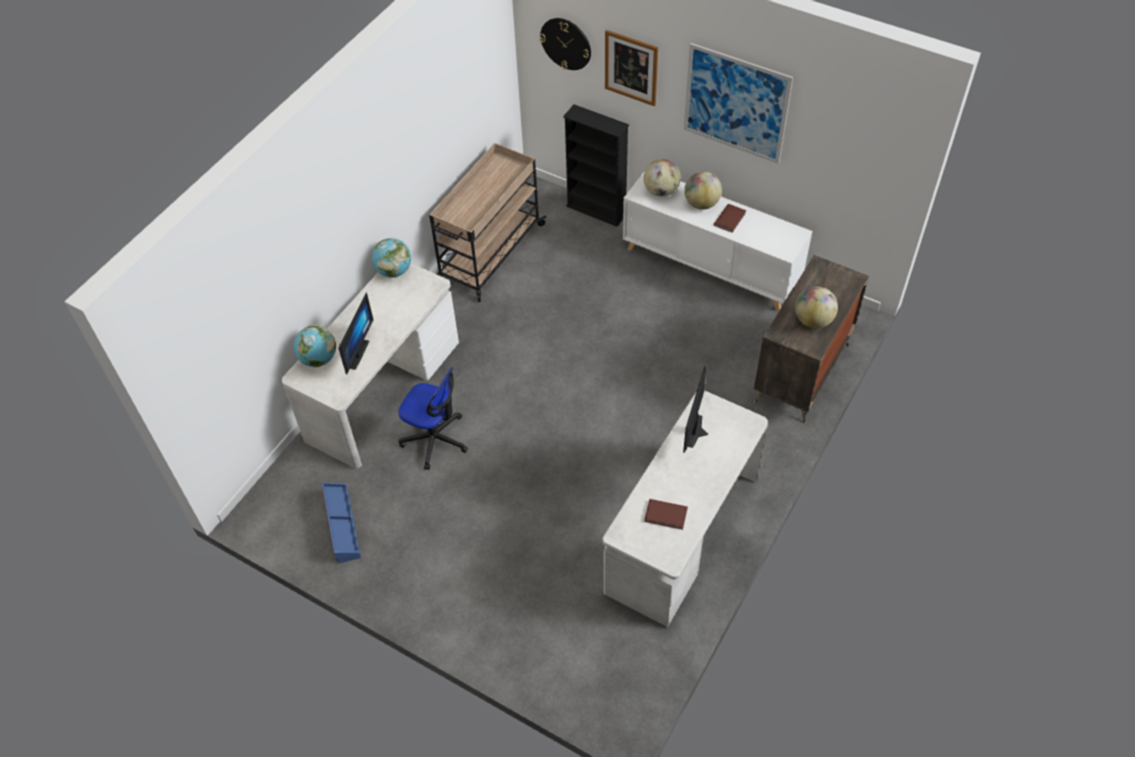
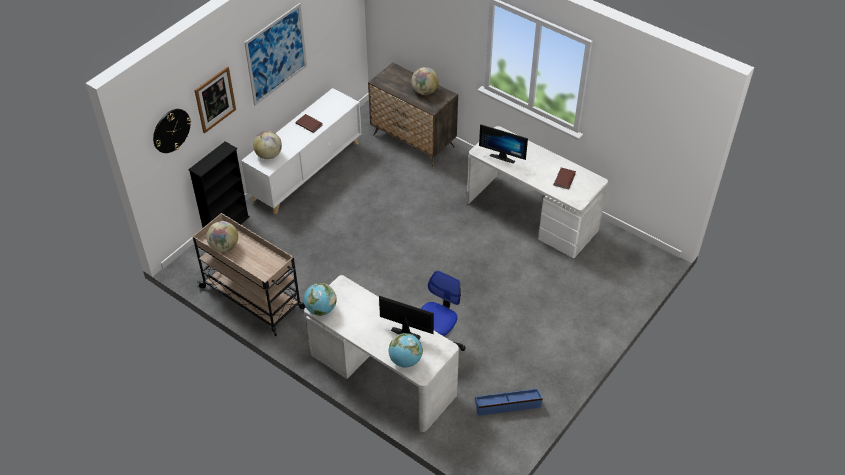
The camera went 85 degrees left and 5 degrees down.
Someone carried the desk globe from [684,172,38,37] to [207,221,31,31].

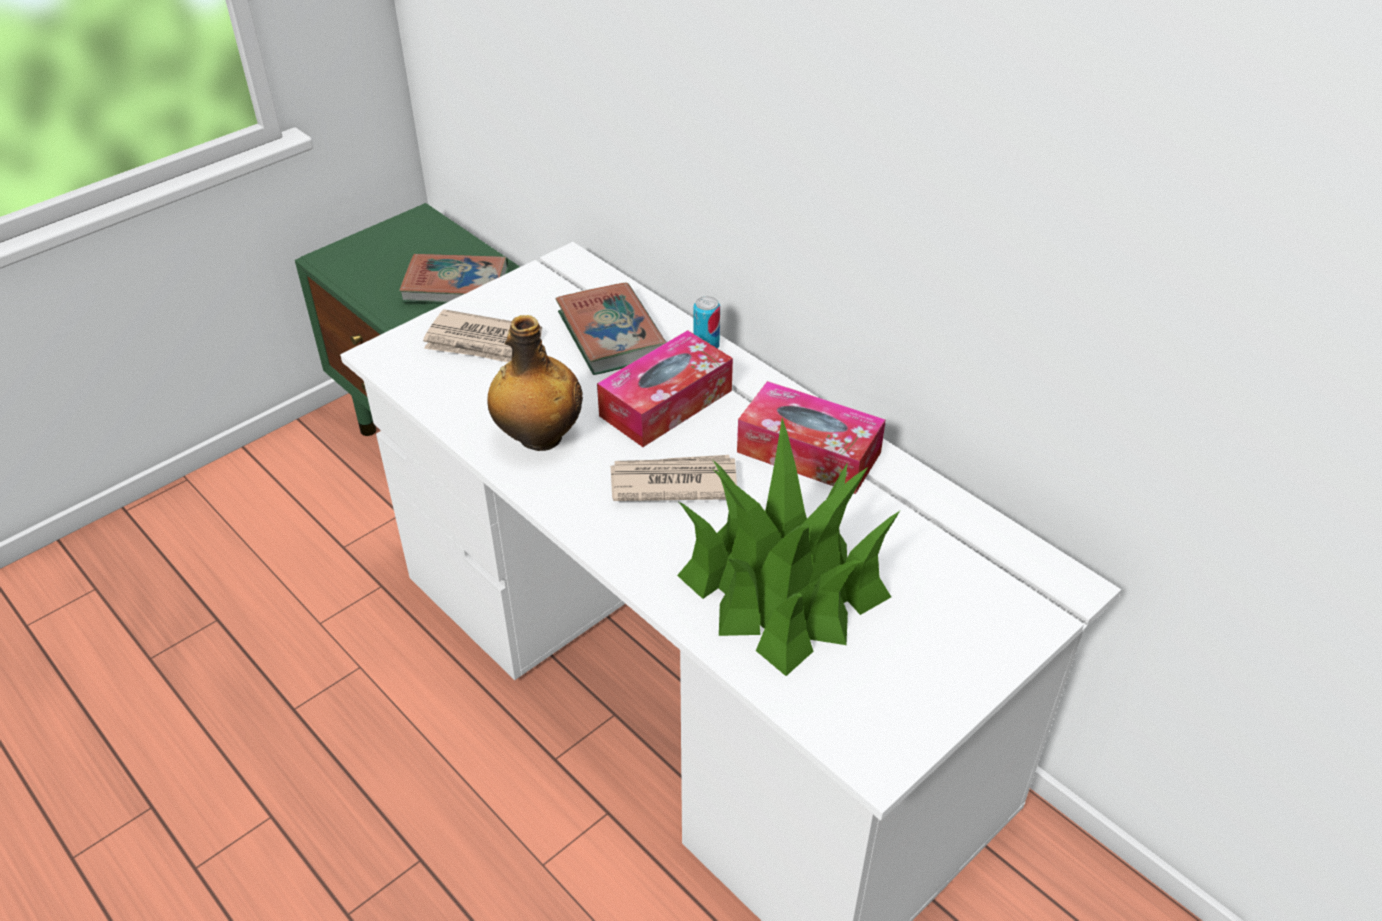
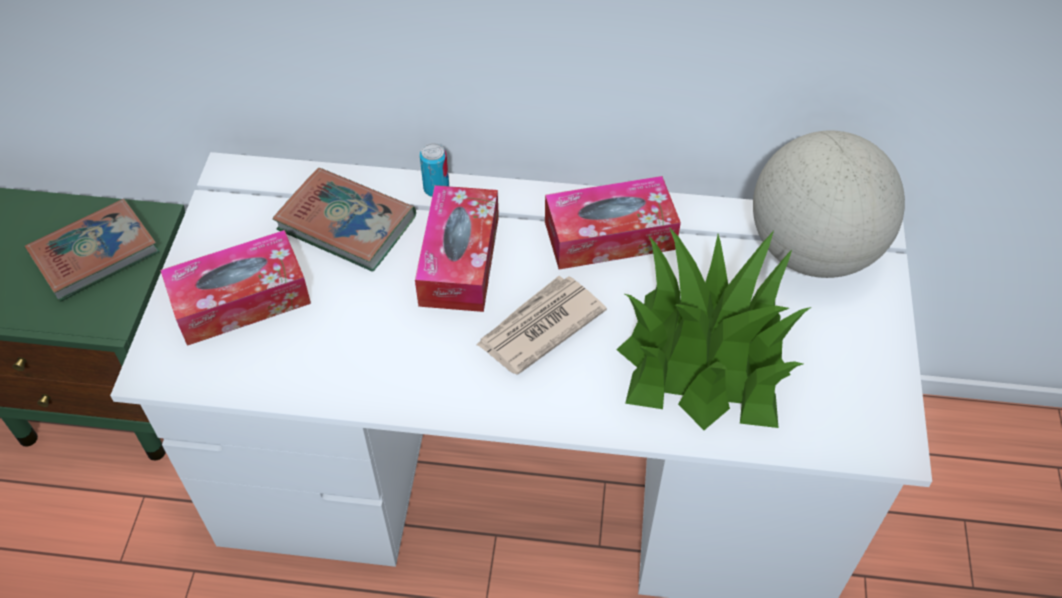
The camera went 40 degrees left and 10 degrees up.
Someone took away the bottle at [487,315,96,136].
Someone put down the desk globe at [753,130,152,148].
Someone swapped the newspaper at [423,309,119,53] for the box of tissues at [160,230,151,116].

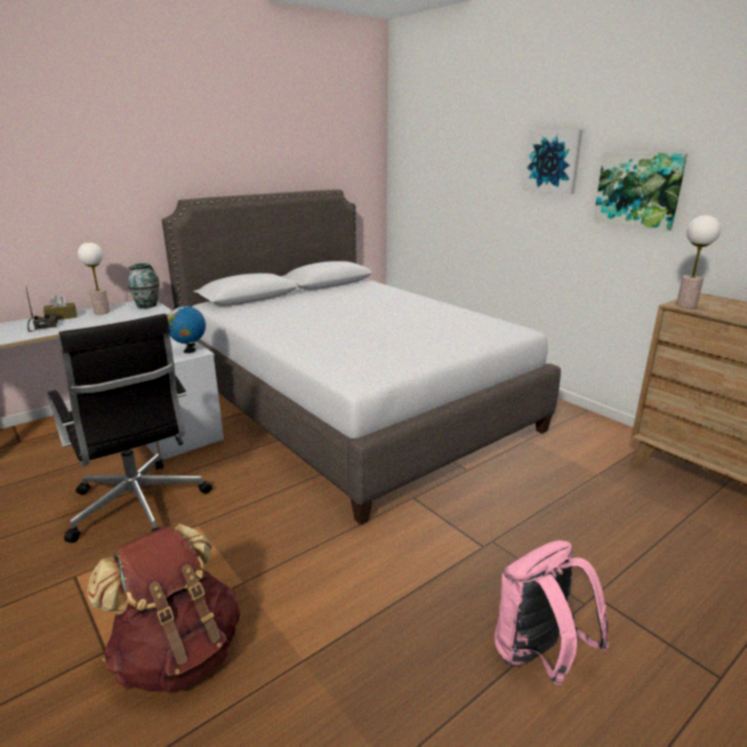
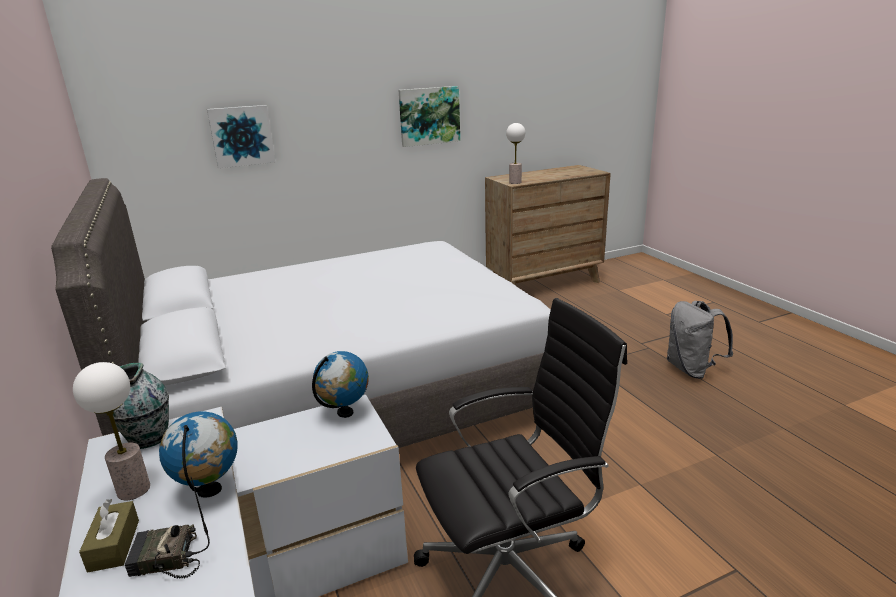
The camera went 75 degrees left and 0 degrees up.
Someone took away the brownish knapsack at [87,524,153,170].
Someone put down the desk globe at [159,411,79,87].
Someone carried the wall art from [523,130,60,64] to [207,105,68,63].
Someone repainted the pink knapsack at [495,540,114,145], which became the gray knapsack at [667,301,66,78].

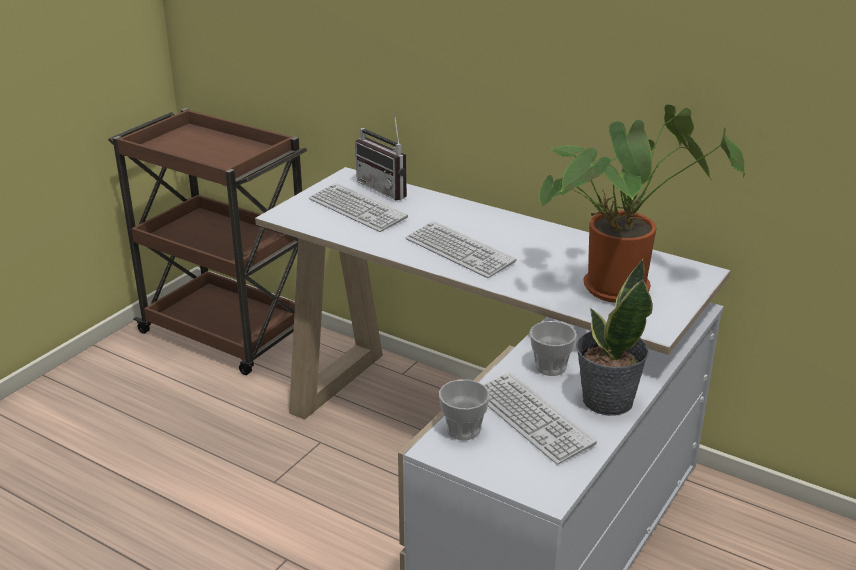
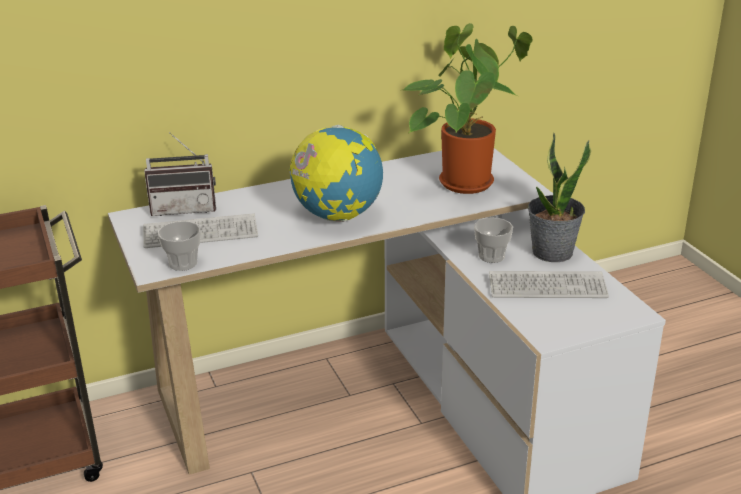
The camera went 55 degrees left and 0 degrees up.
Someone carried the small cup from [439,379,51,61] to [158,221,42,50].
Someone swapped the keyboard at [406,221,110,57] for the desk globe at [289,125,94,97].

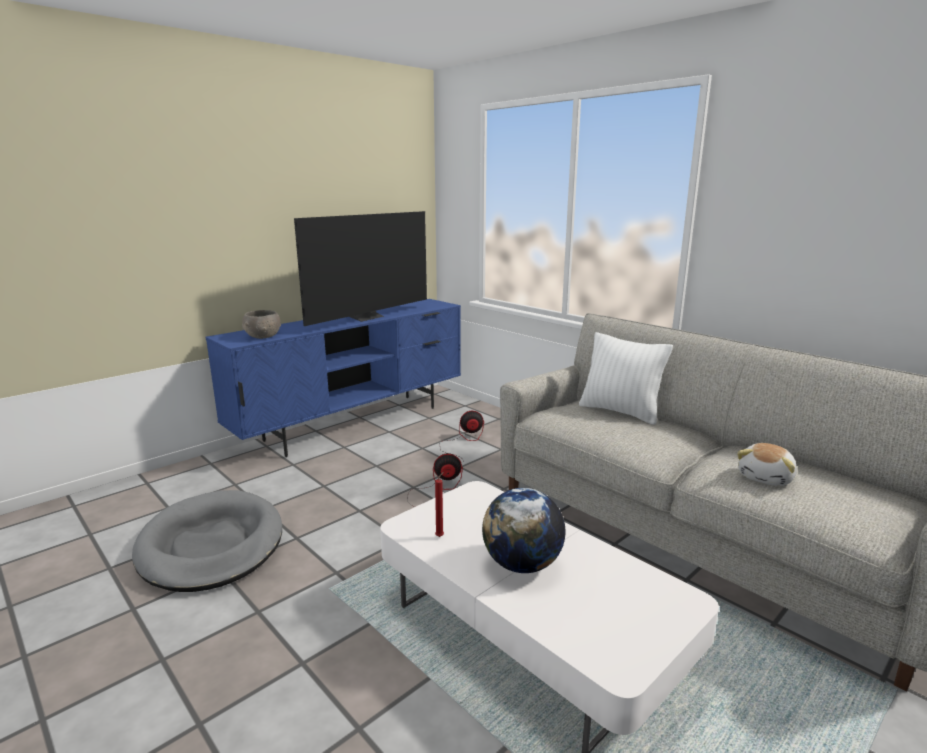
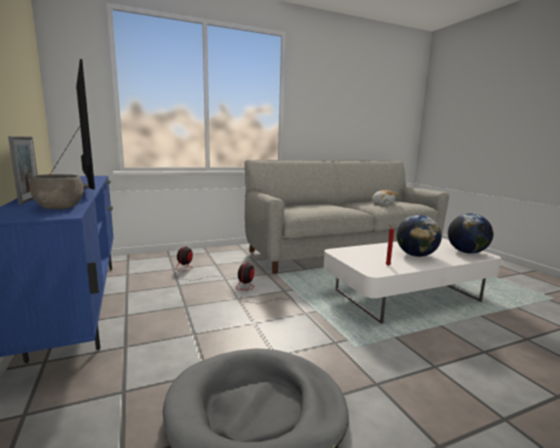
The camera went 70 degrees left and 5 degrees down.
Someone took away the white cushion at [579,332,94,93].
Someone put down the photo frame at [8,136,29,68].
Someone put down the desk globe at [448,213,45,40].

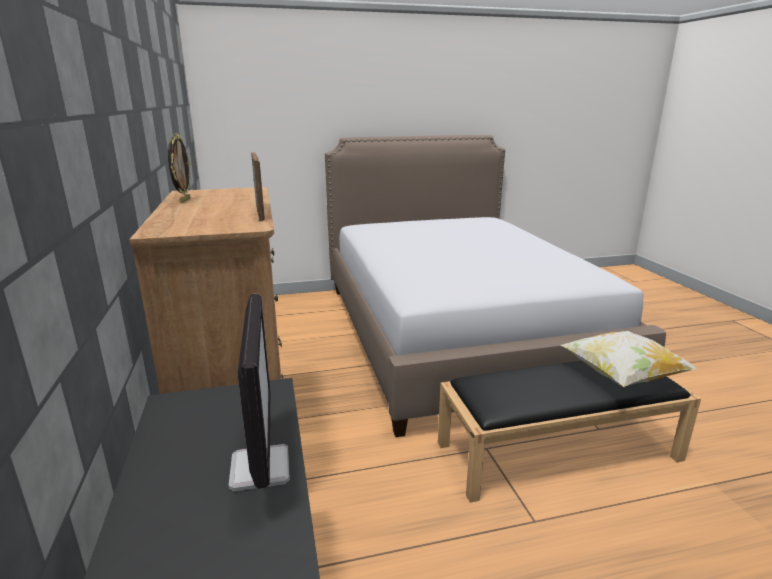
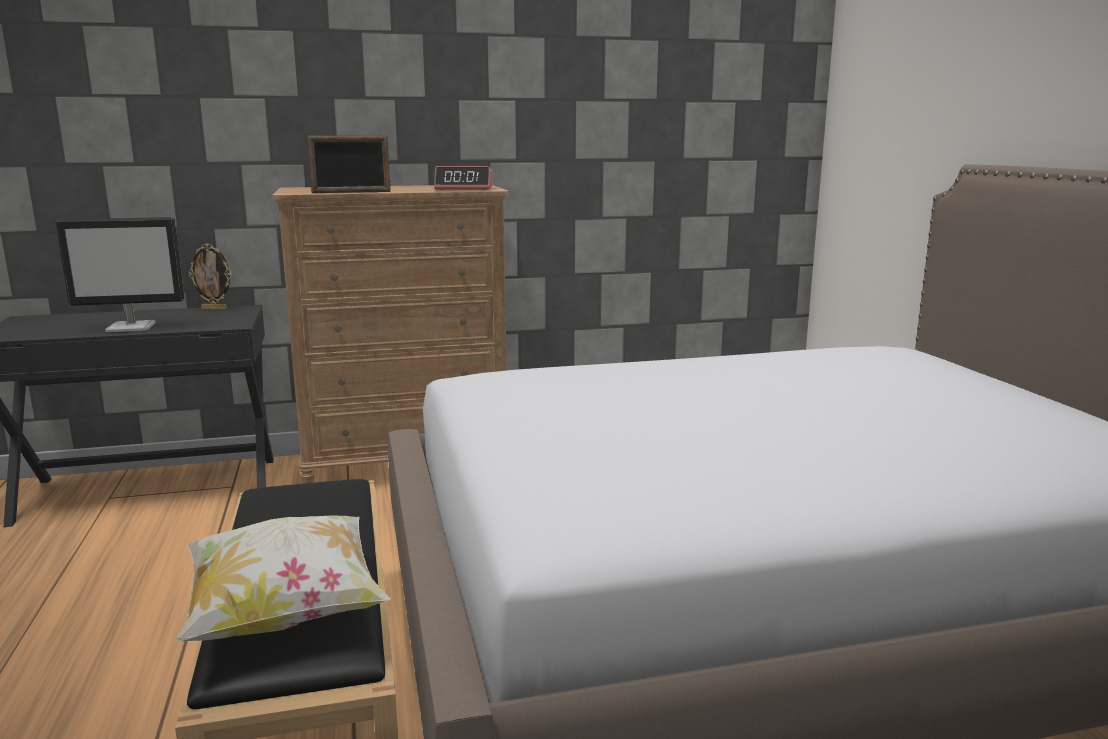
The camera went 90 degrees right and 5 degrees down.
Someone put down the table clock at [434,166,59,24].
Someone carried the photo frame from [168,133,23,70] to [188,244,44,65].

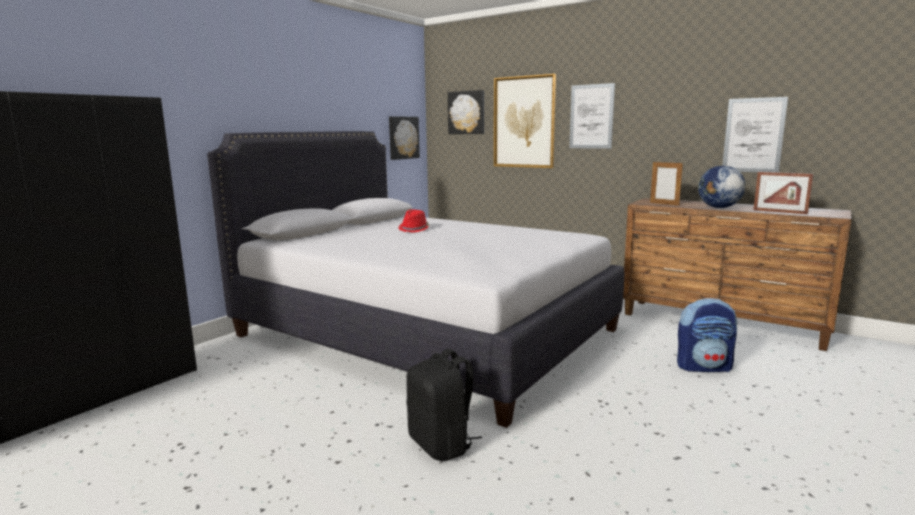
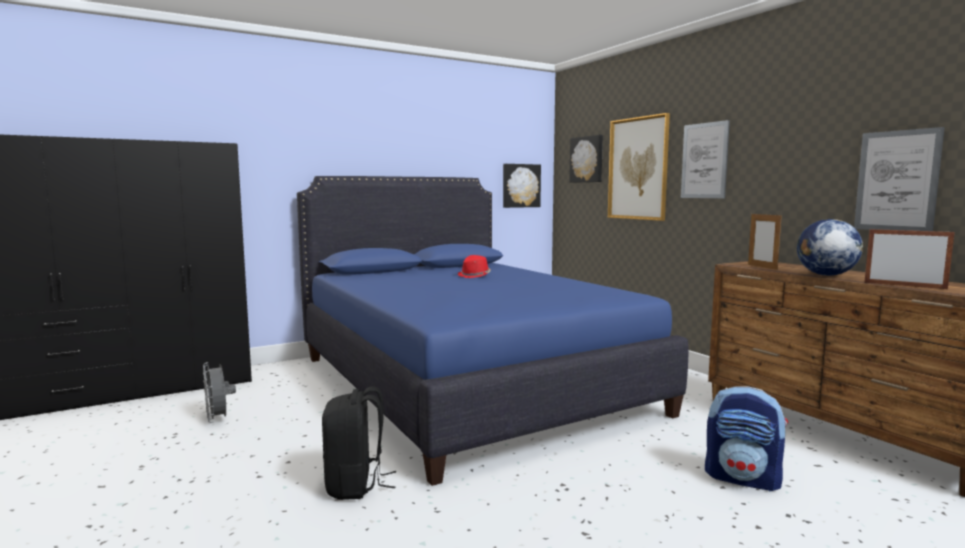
The camera went 25 degrees right and 5 degrees down.
Someone put down the gray electric fan at [203,362,33,61].
Someone repainted the white bed at [207,131,417,297], which became the blue-coloured bed at [297,176,391,310].
Someone rotated the photo frame at [753,172,60,42] by 150 degrees clockwise.

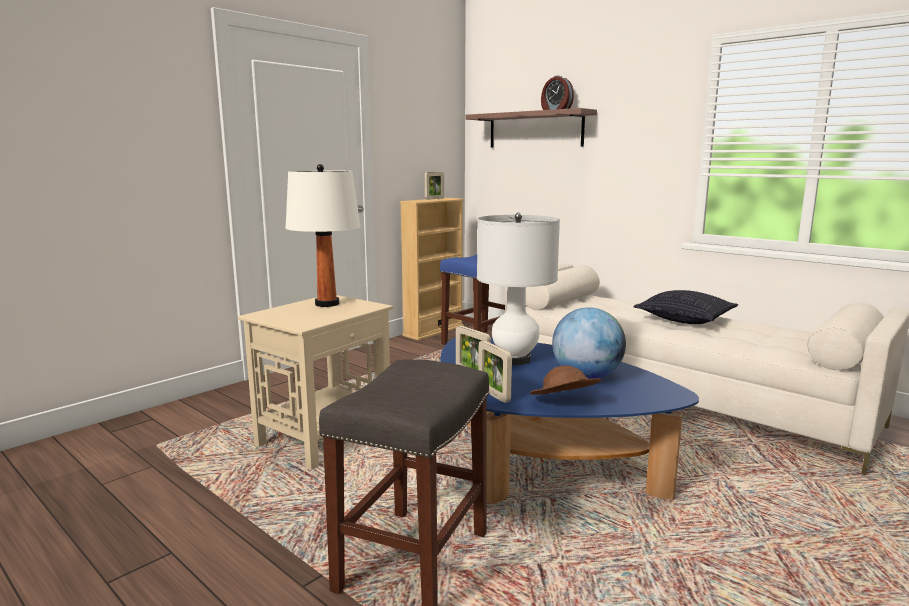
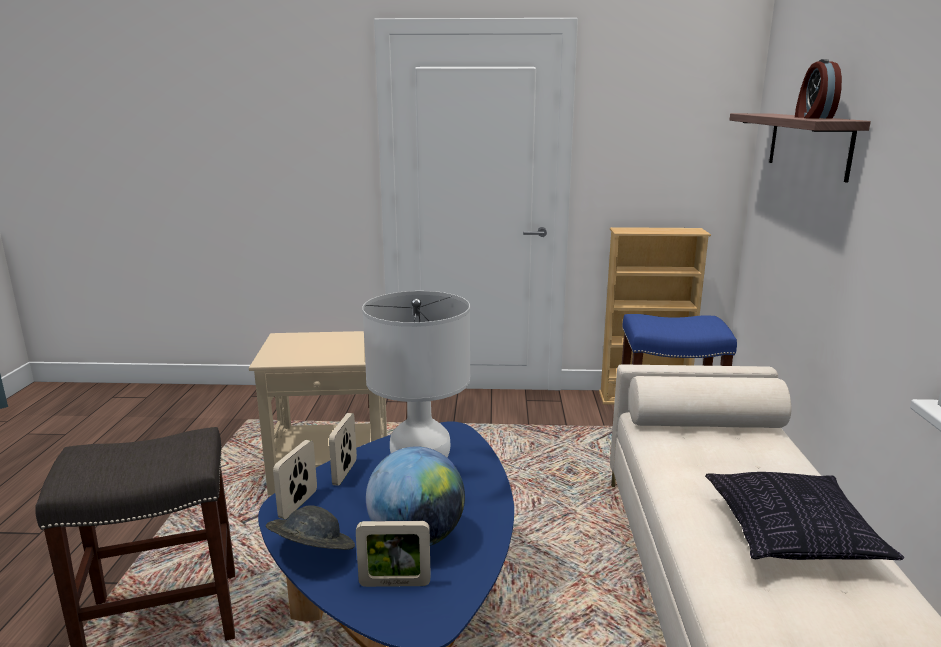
The camera went 50 degrees right and 5 degrees up.
Someone took away the white table lamp at [286,164,74,143].
Someone carried the photo frame from [425,172,19,28] to [356,521,75,66].
Someone repainted the brownish clothing hat at [530,366,71,29], which became the gray clothing hat at [266,505,89,45].

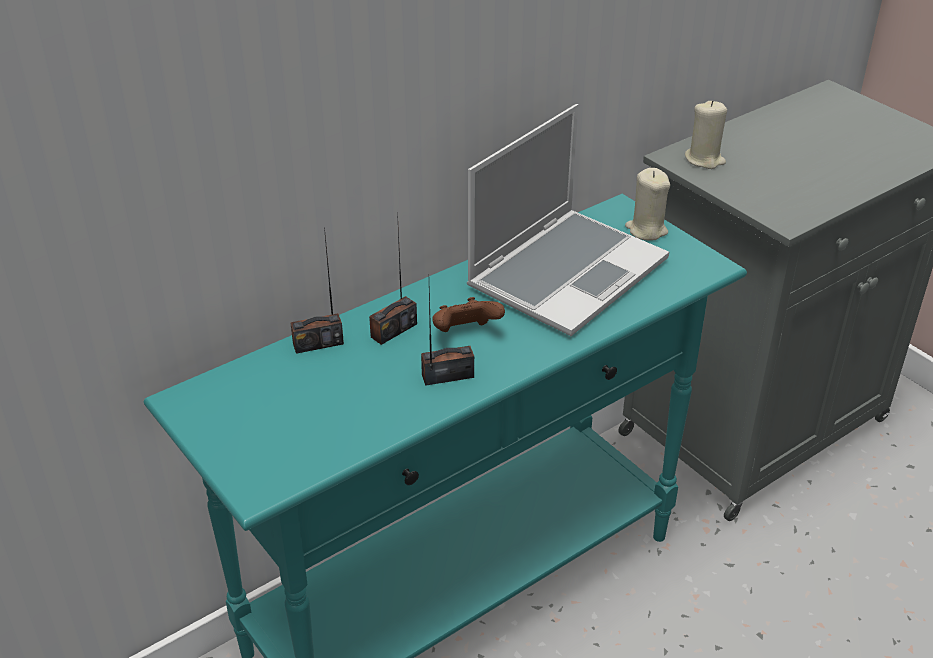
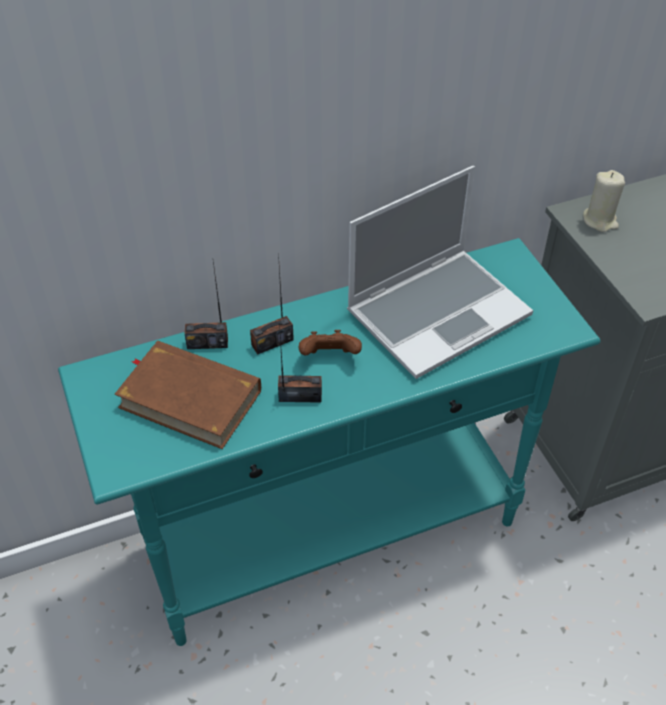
The camera went 15 degrees right and 10 degrees up.
Someone took away the beige-coloured candle at [625,168,45,73].
Someone put down the brownish volume at [115,341,146,108].

